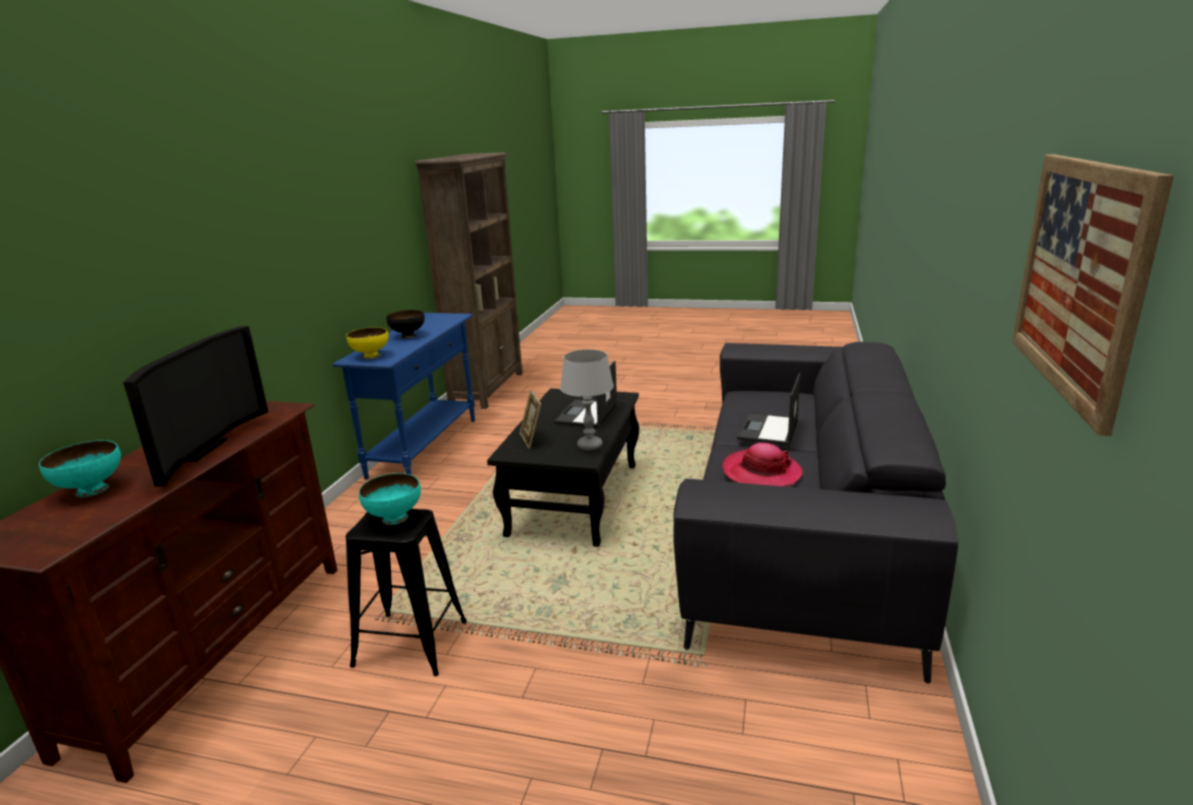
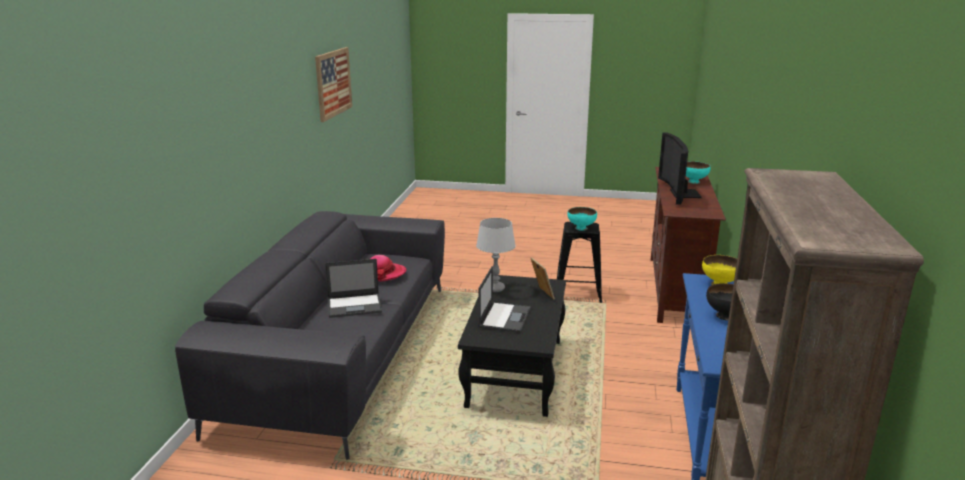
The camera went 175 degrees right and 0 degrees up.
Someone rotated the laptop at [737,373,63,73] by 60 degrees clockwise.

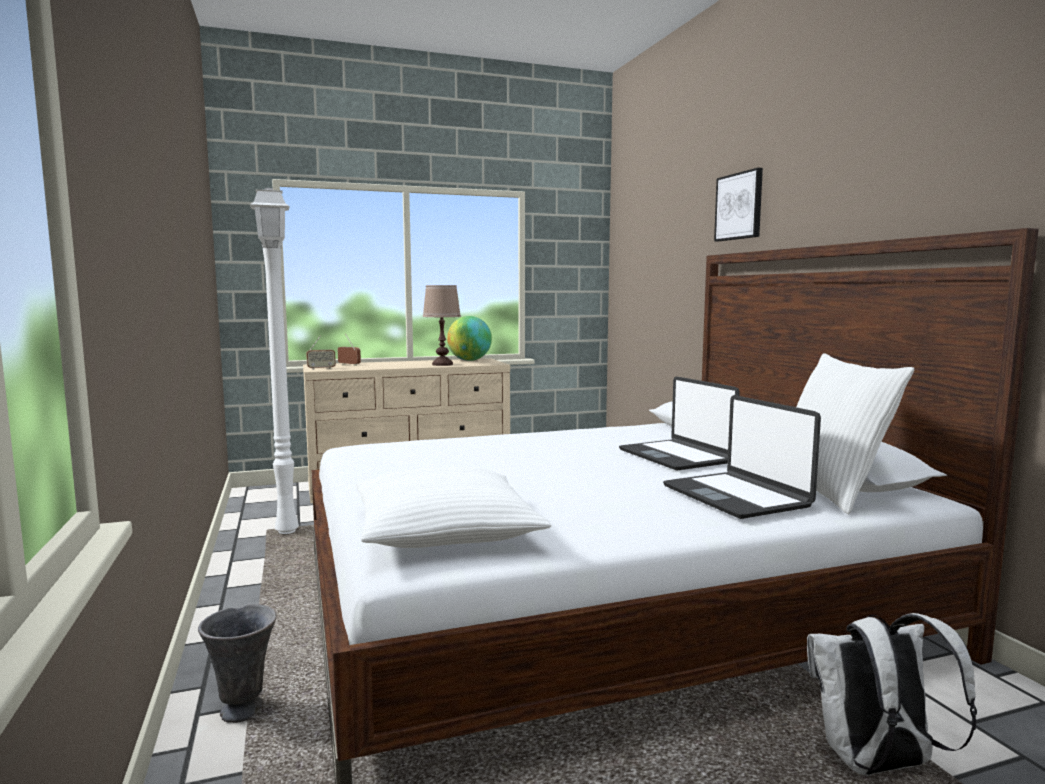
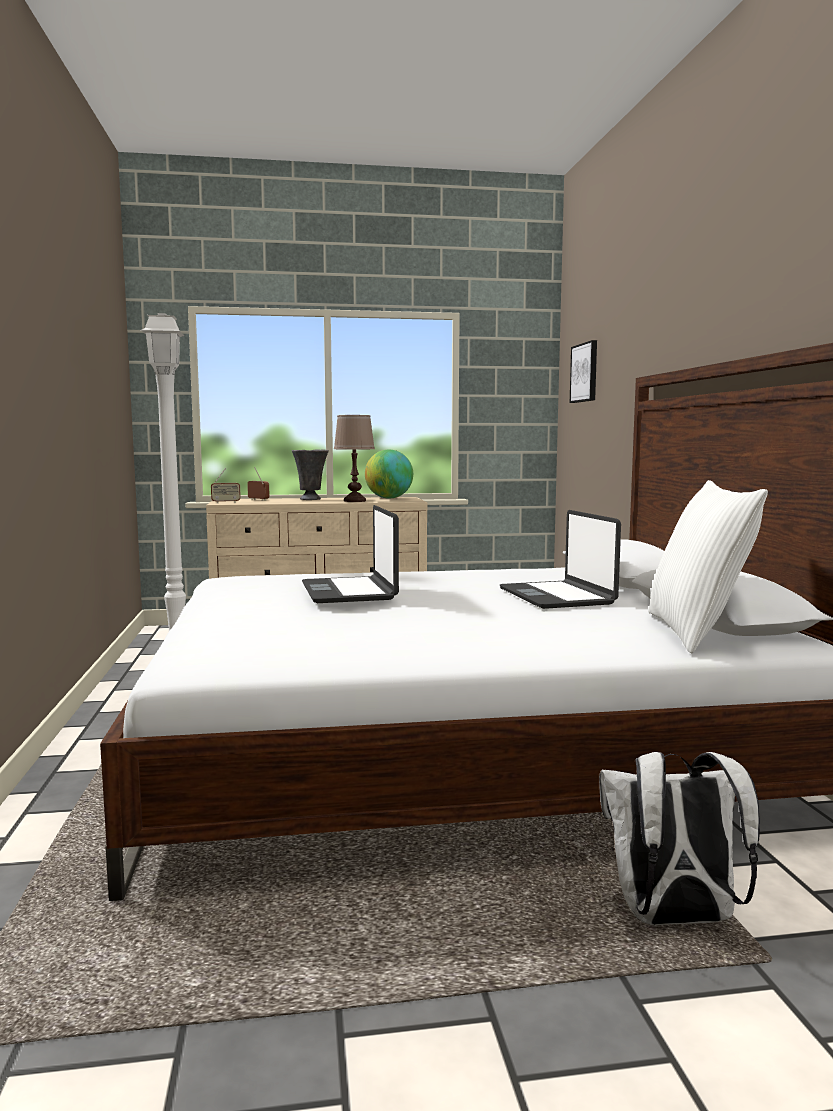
The camera went 10 degrees right and 0 degrees up.
Someone took away the white cushion at [356,467,195,81].
Someone carried the gray flower vase from [198,604,78,119] to [292,450,37,50].
Someone carried the laptop from [663,395,158,124] to [302,505,97,98].
Someone carried the wall art from [714,168,49,73] to [570,340,27,63].

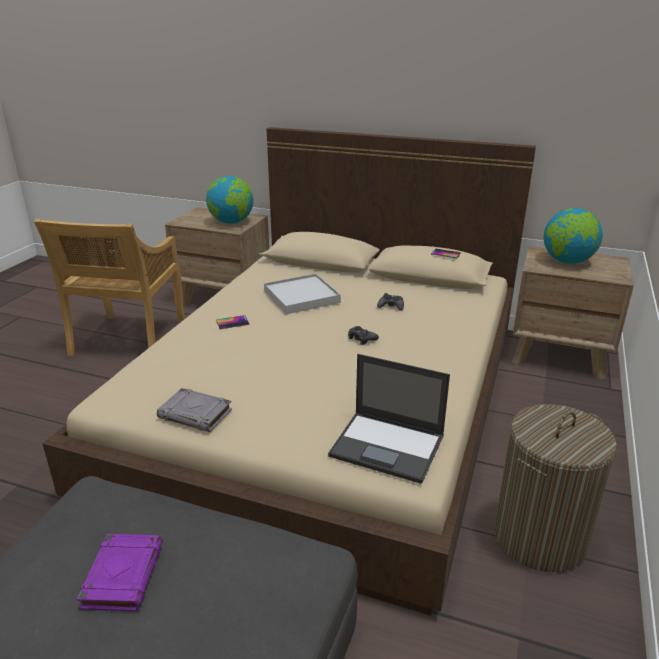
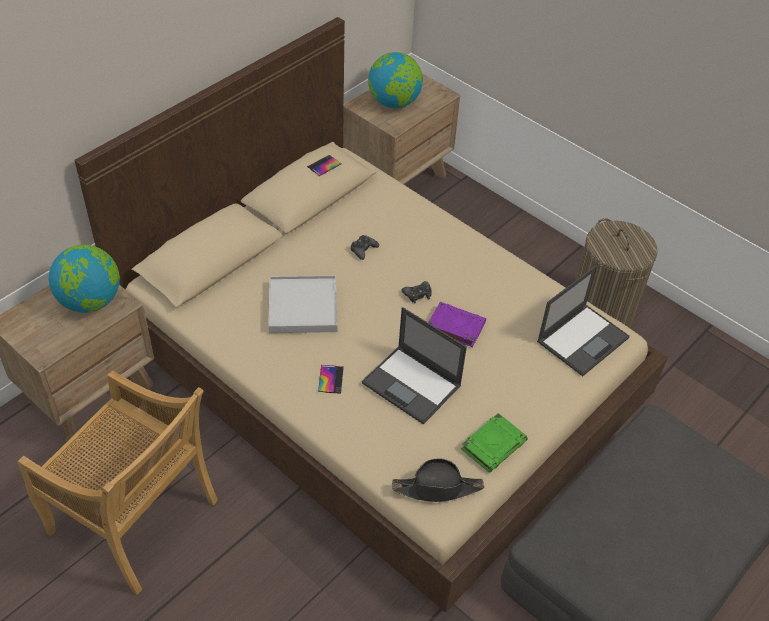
The camera went 70 degrees left and 20 degrees up.
Someone put down the laptop at [362,307,105,118].
Someone put down the blackish clothing hat at [392,458,92,44].
Someone carried the purple volume from [77,534,86,77] to [428,302,58,45].
Someone repainted the gray volume at [157,388,75,44], which became the greenish volume at [461,413,66,59].

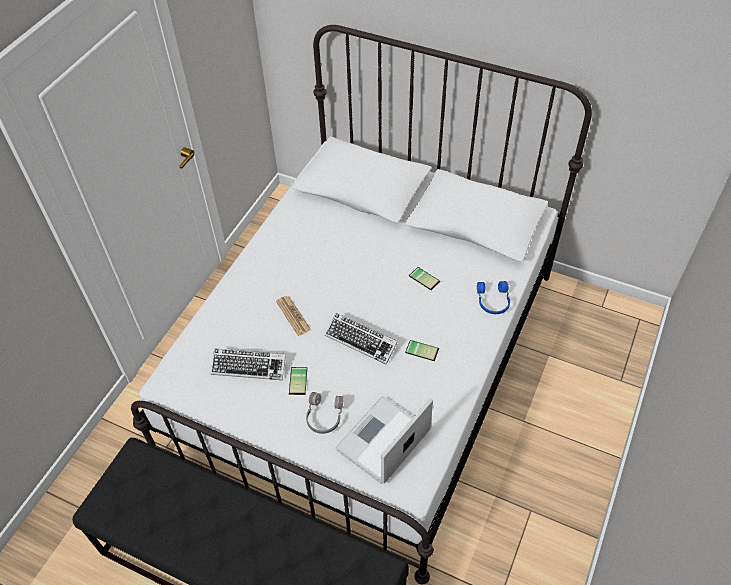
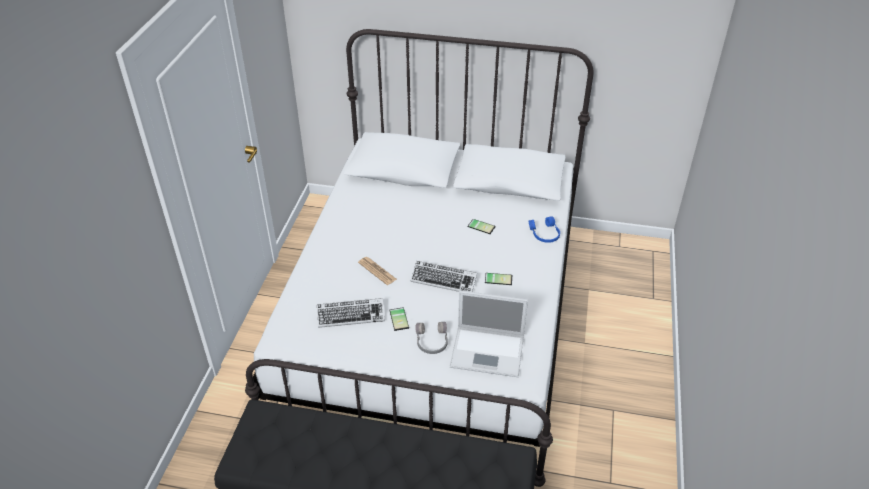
The camera went 15 degrees left and 10 degrees down.
Someone rotated the laptop at [335,396,98,88] by 105 degrees counterclockwise.

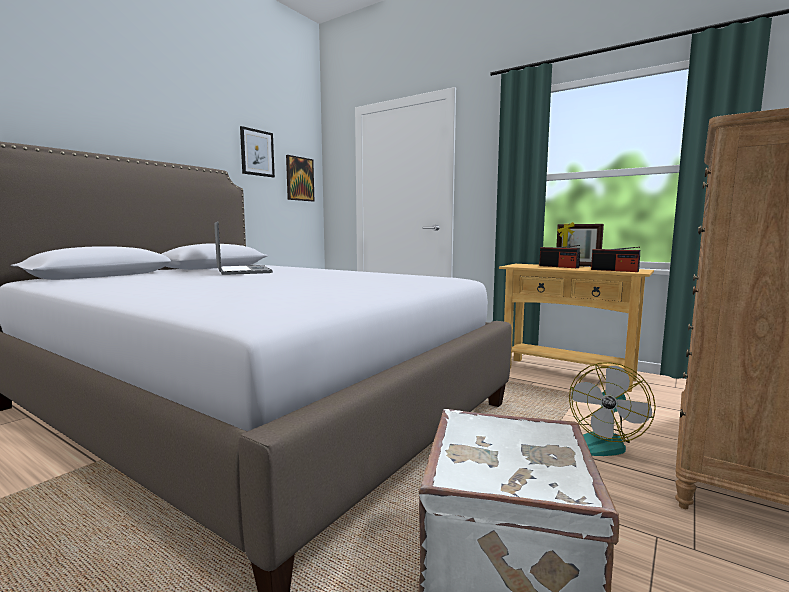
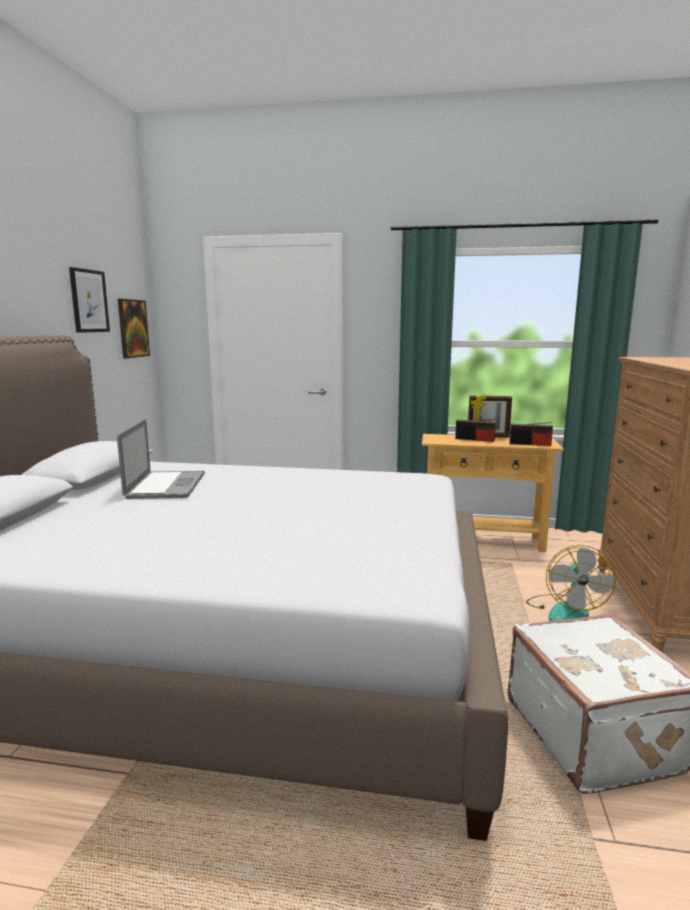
The camera went 25 degrees left and 5 degrees up.
Someone rotated the laptop at [214,221,59,54] by 45 degrees clockwise.

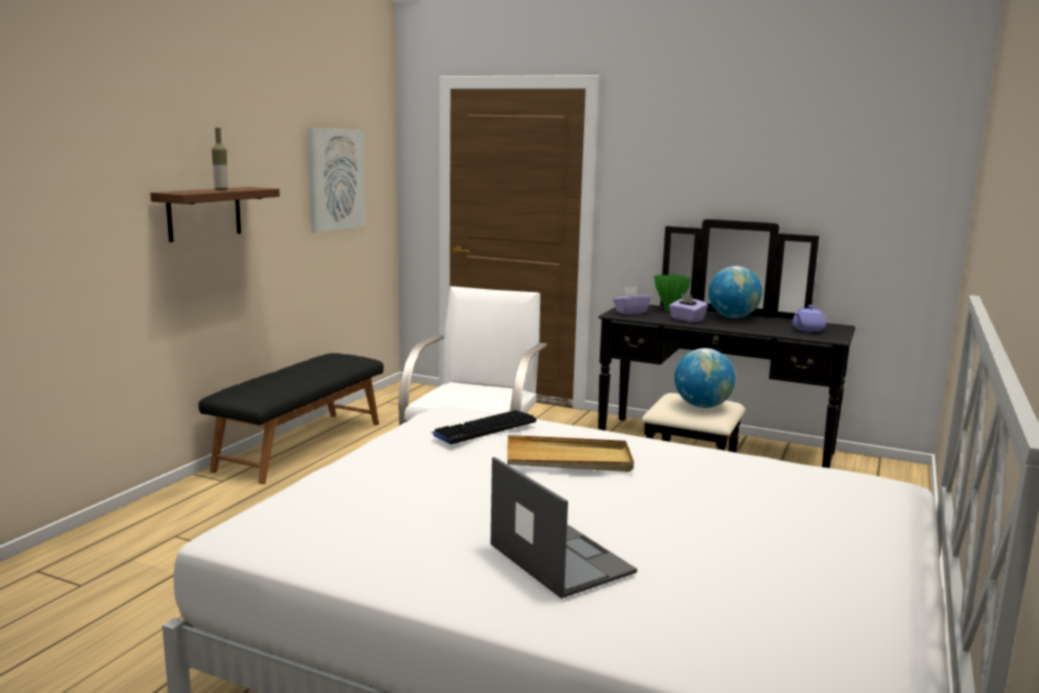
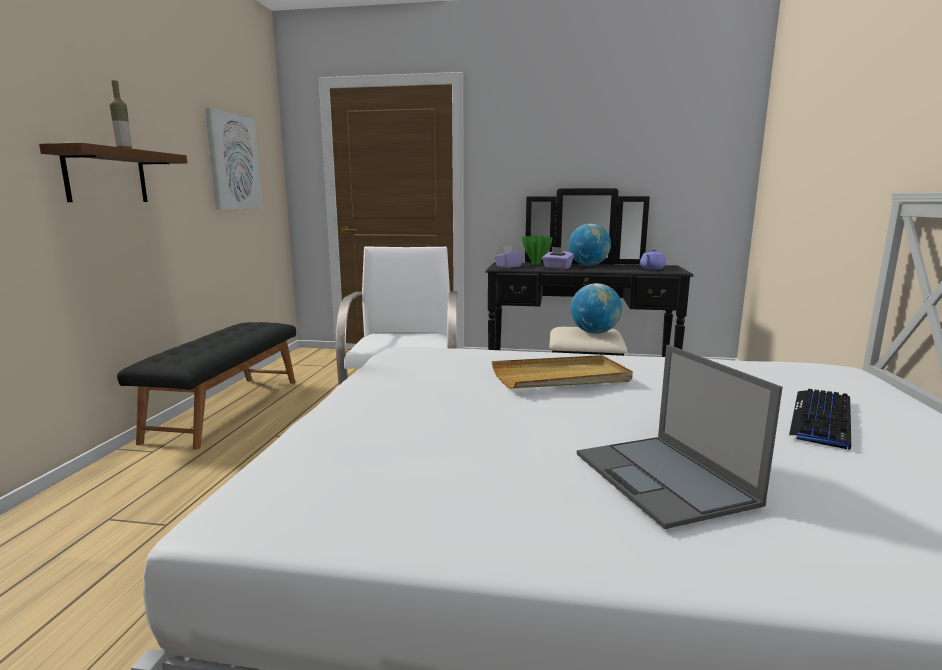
The camera went 15 degrees left and 0 degrees up.
Someone carried the keyboard from [430,410,106,34] to [789,389,62,61].
Someone rotated the laptop at [490,457,147,142] by 150 degrees counterclockwise.

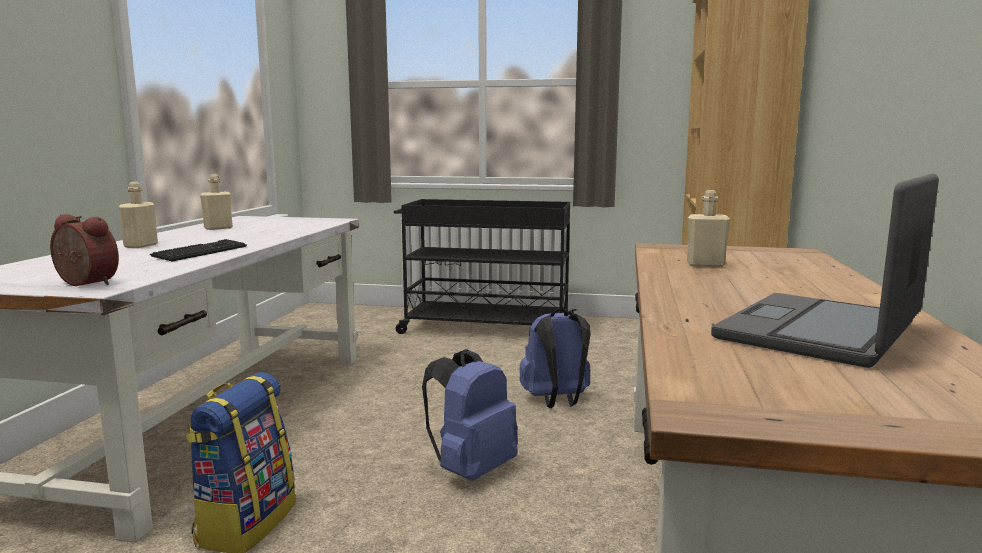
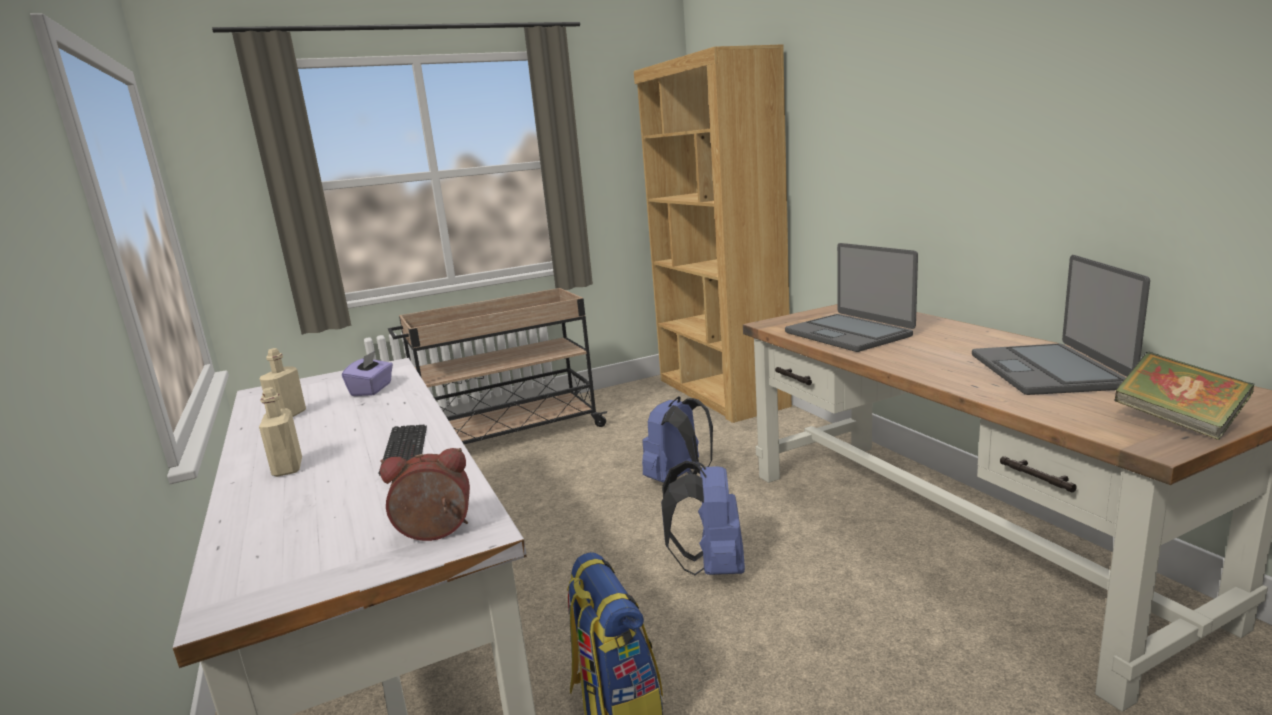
The camera went 35 degrees left and 5 degrees up.
Someone put down the purple box of tissues at [342,351,51,45].
Someone put down the volume at [1114,352,141,88].
Someone swapped the beige-coloured bottle at [687,190,43,77] for the laptop at [785,243,133,109].
Someone repainted the blackish wheeled cart at [394,199,183,135], which became the beige-coloured wheeled cart at [388,288,219,156].

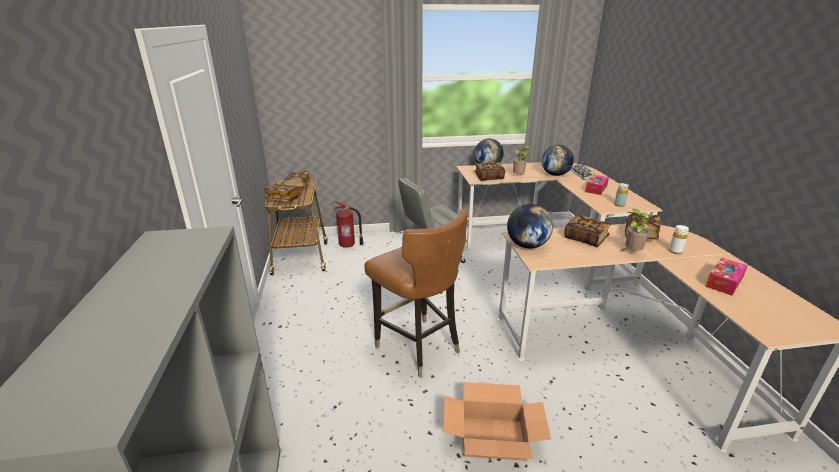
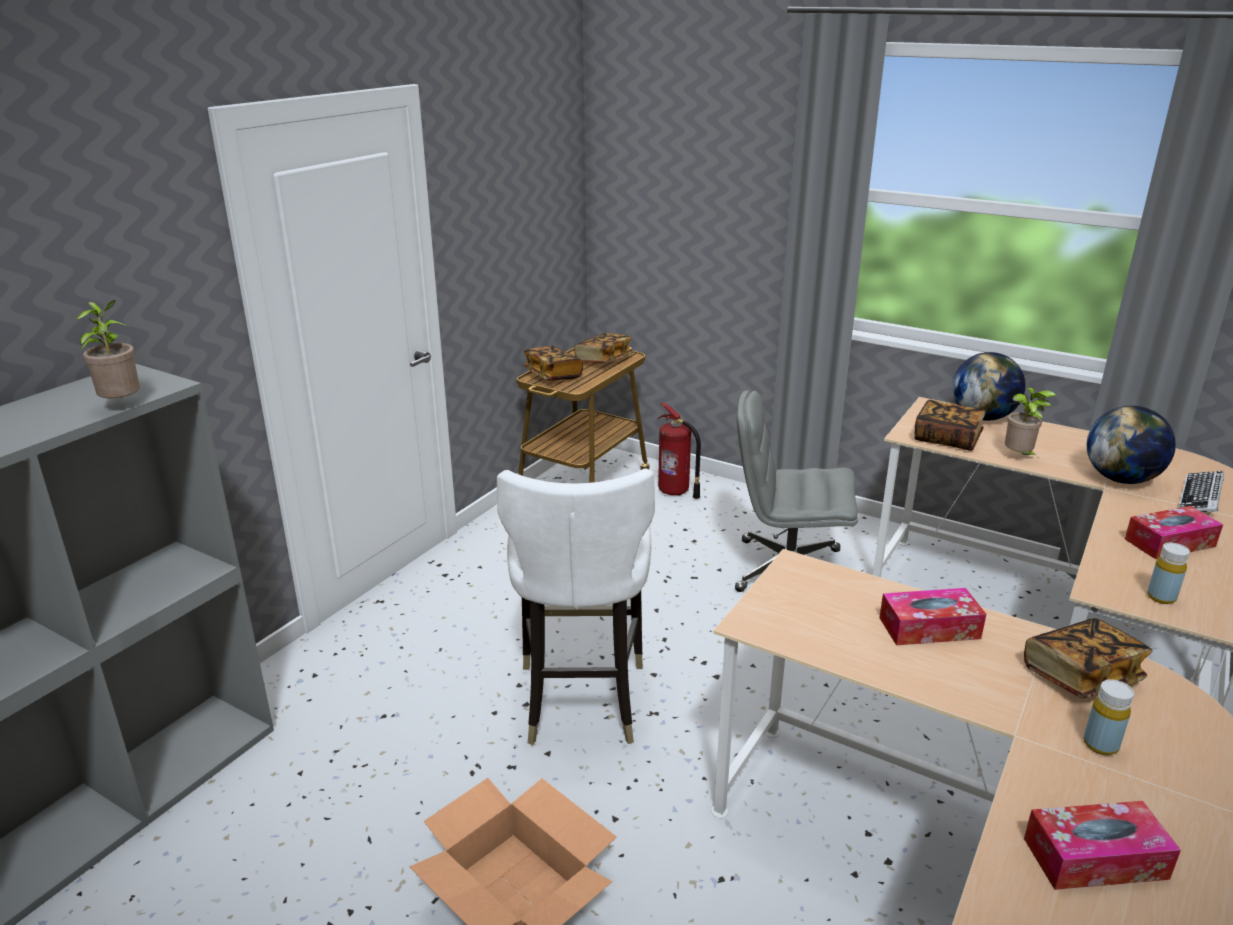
The camera went 40 degrees right and 0 degrees up.
Someone took away the desk globe at [507,204,46,44].
Someone carried the plant in a pot from [621,209,31,42] to [76,301,64,98].
Someone swapped the volume at [564,214,47,33] for the box of tissues at [879,588,107,57].
Someone repainted the brownish plain chair at [364,209,104,168], which became the white plain chair at [497,468,158,277].
Someone repainted the white bottle at [669,225,20,29], which became the yellowish bottle at [1083,679,51,76].

